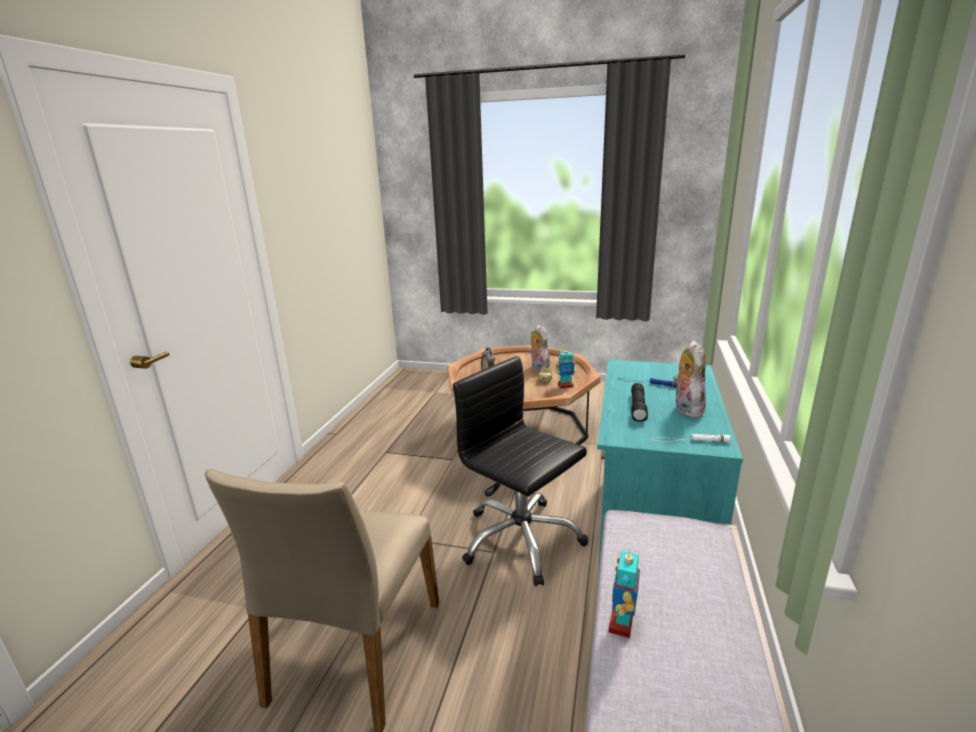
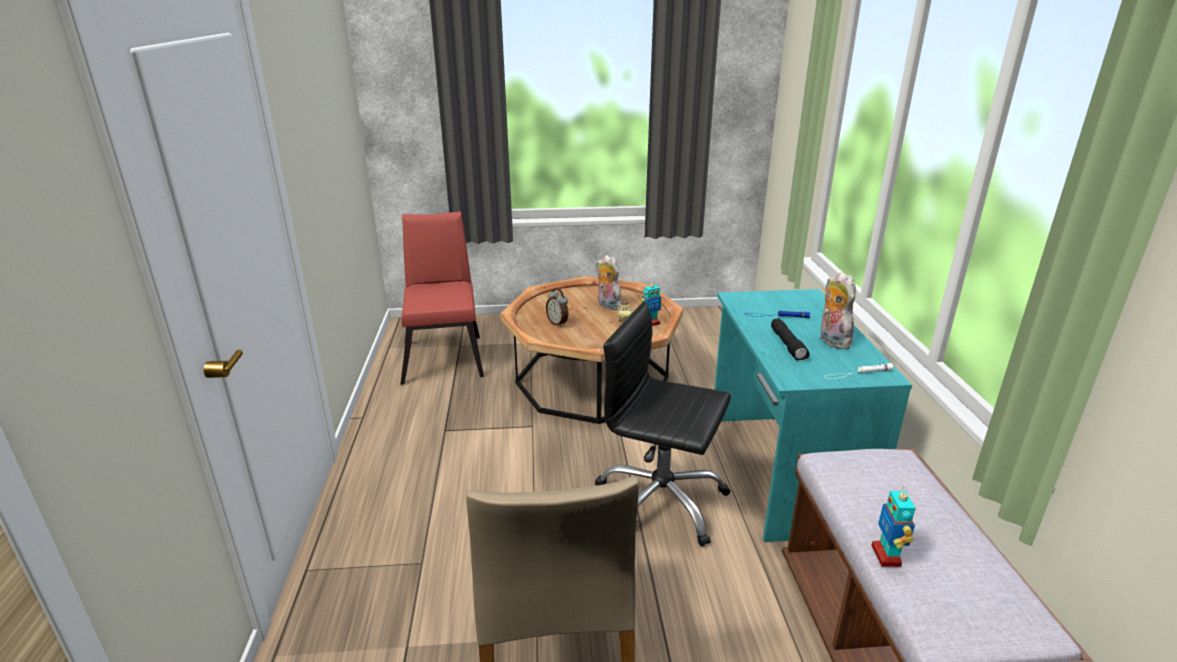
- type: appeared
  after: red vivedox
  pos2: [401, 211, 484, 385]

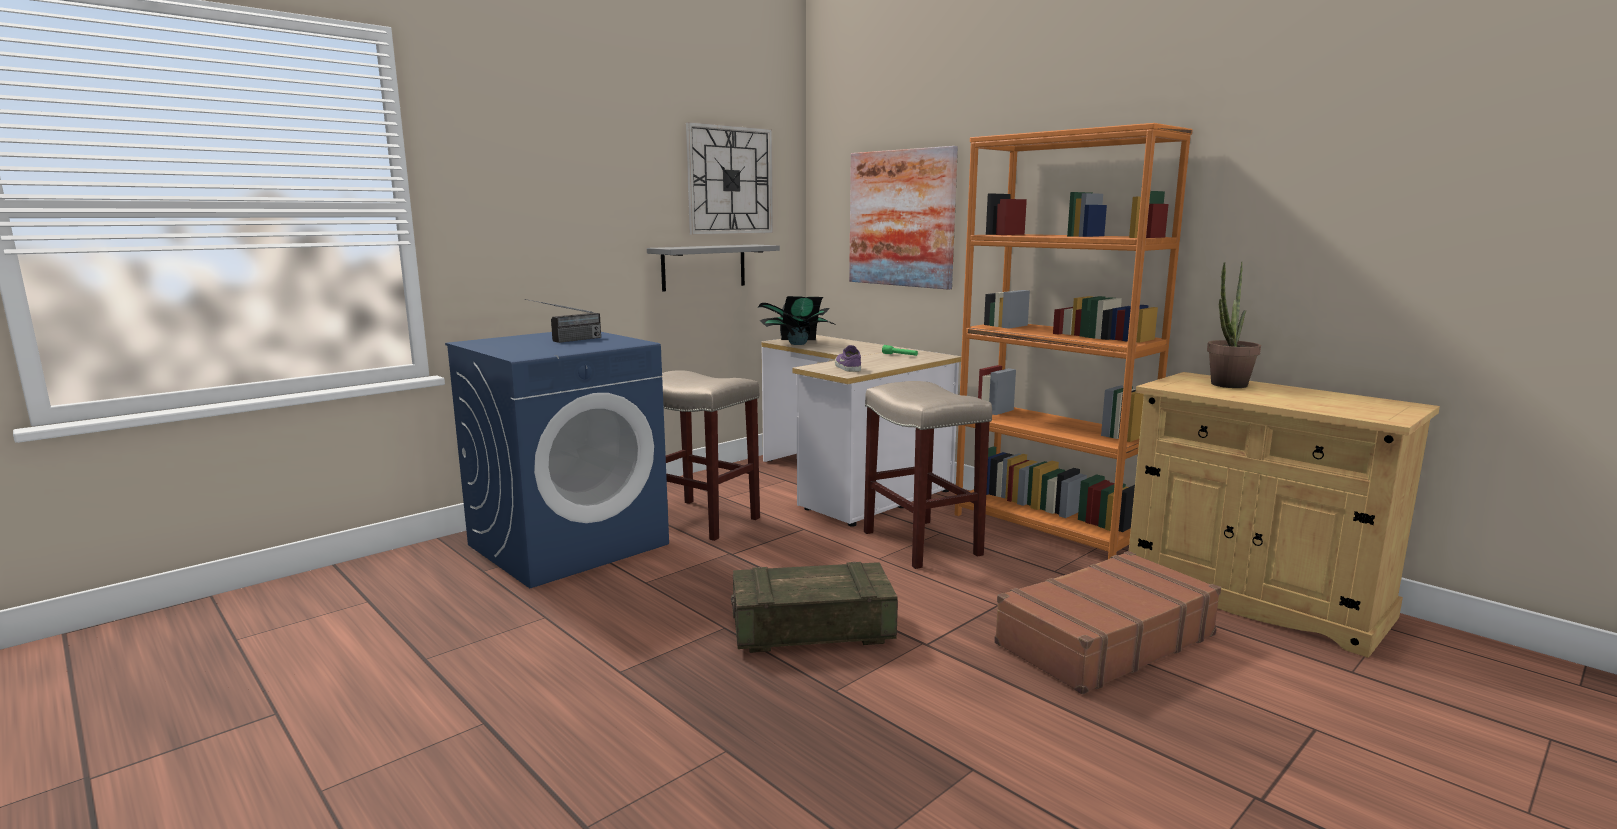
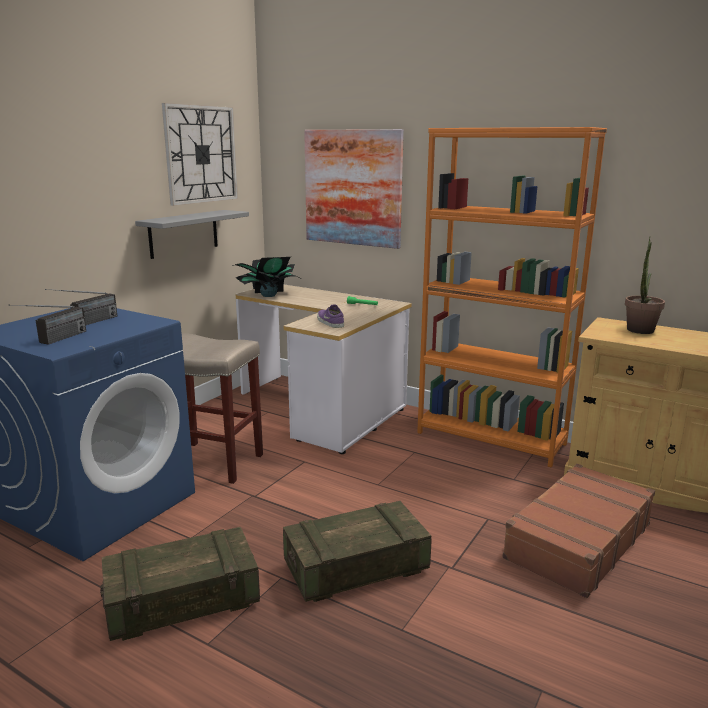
- type: missing
  before: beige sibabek
  pos1: [864, 381, 992, 569]
- type: appeared
  after: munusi
  pos2: [9, 305, 86, 345]
- type: appeared
  after: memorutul
  pos2: [100, 527, 260, 641]

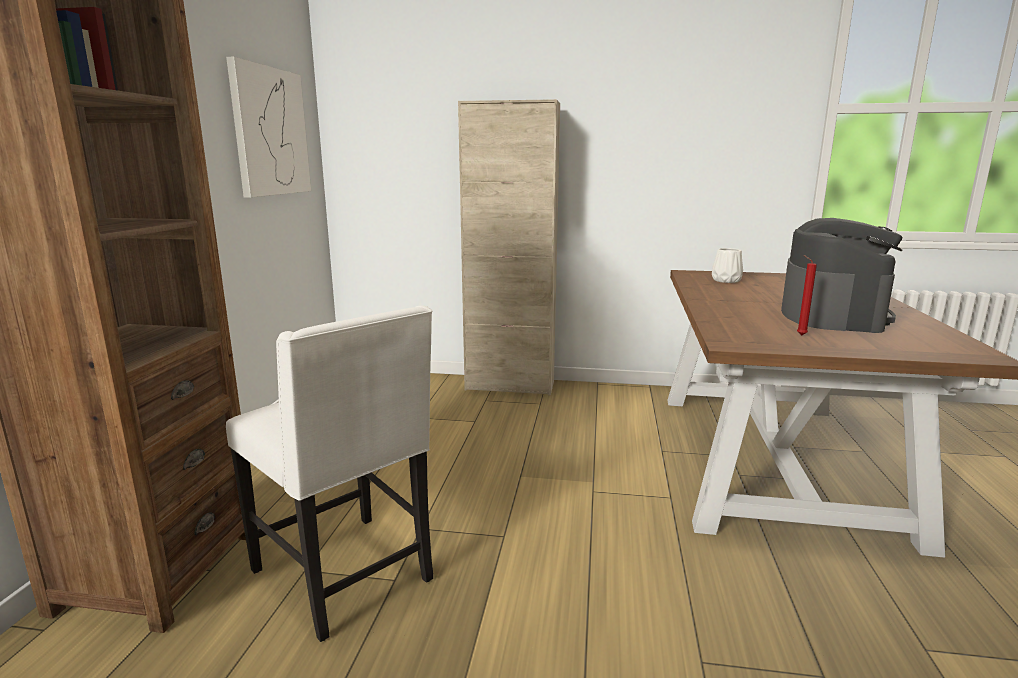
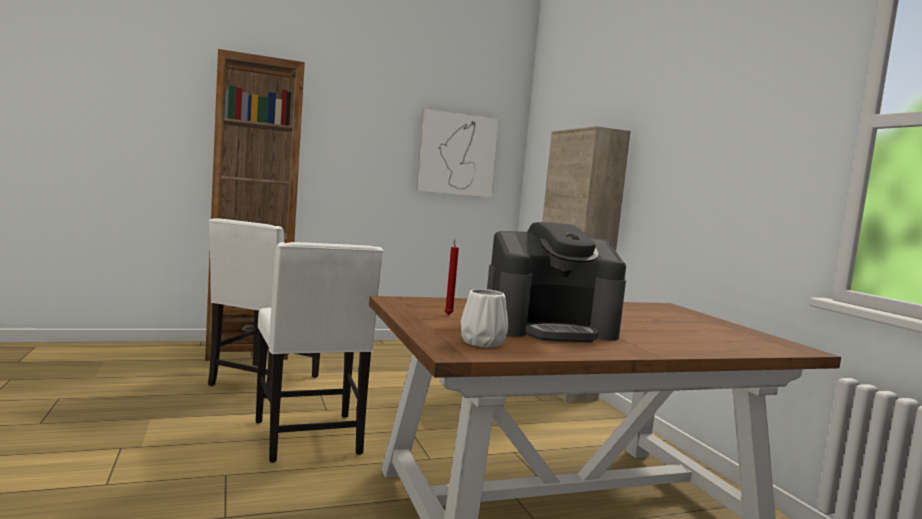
- type: relocated
  before: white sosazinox
  pos1: [712, 248, 743, 283]
  pos2: [460, 289, 508, 348]
- type: appeared
  after: white vivedox
  pos2: [256, 242, 384, 463]

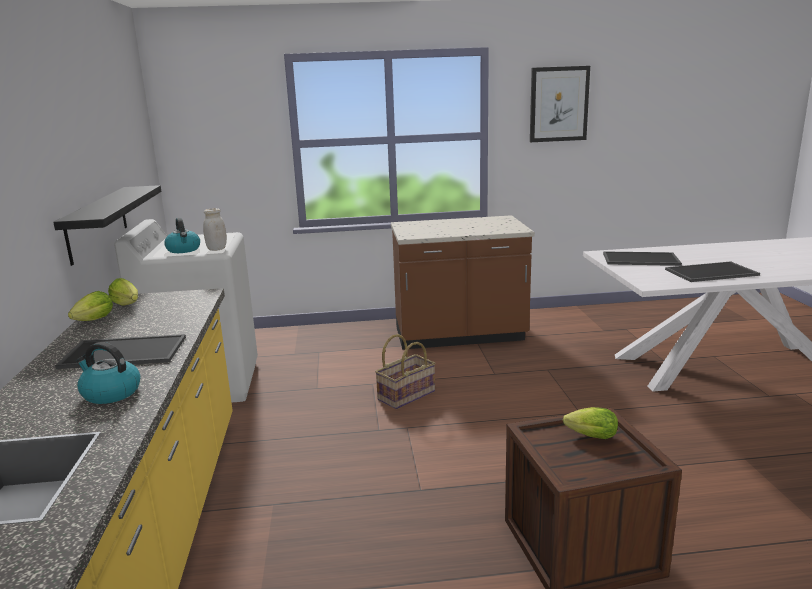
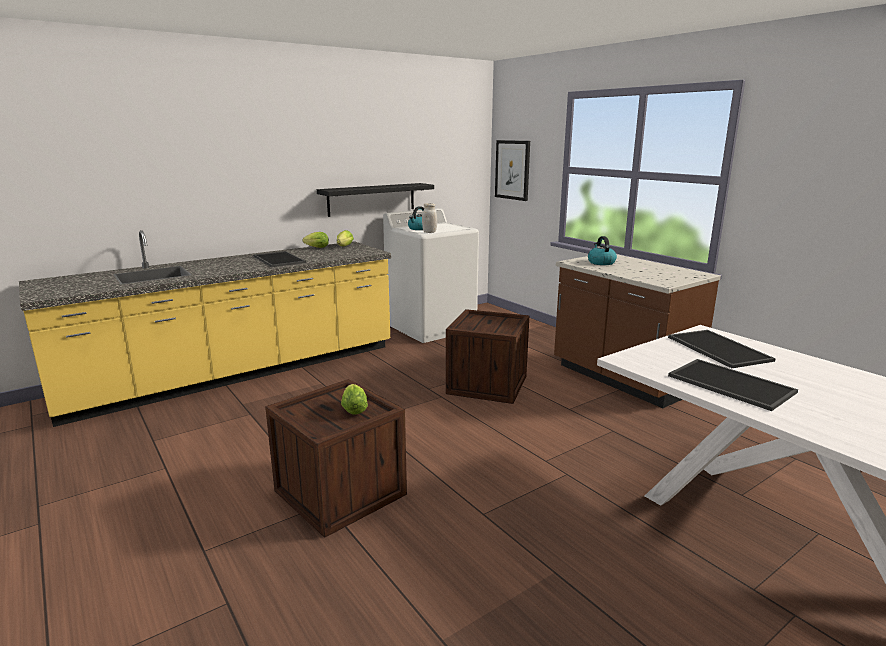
- type: relocated
  before: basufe
  pos1: [76, 342, 141, 404]
  pos2: [588, 236, 617, 265]
- type: exchanged
  before: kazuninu
  after: memorutul
  pos1: [375, 334, 436, 409]
  pos2: [446, 309, 529, 404]
- type: relocated
  before: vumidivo
  pos1: [530, 66, 590, 142]
  pos2: [495, 140, 530, 201]

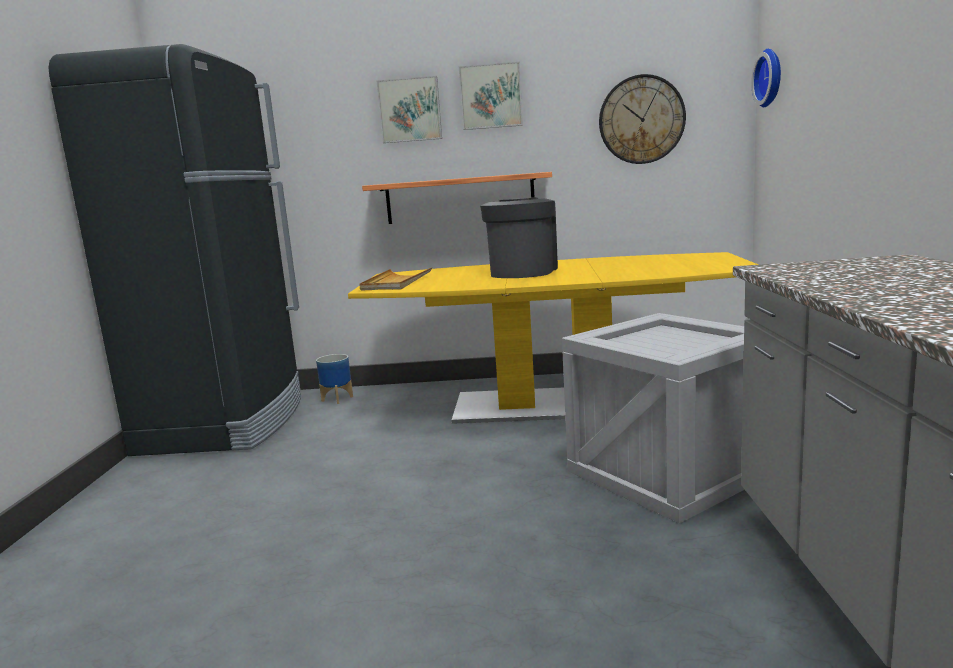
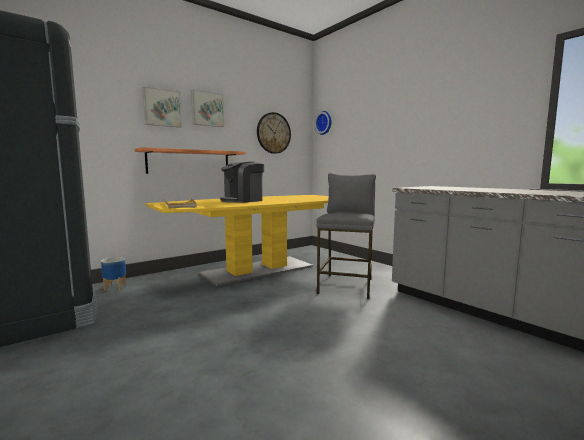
- type: spun
  before: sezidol
  pos1: [480, 197, 558, 278]
  pos2: [220, 162, 264, 203]
  turn: -105
- type: exchanged
  before: memorutul
  after: grey sibabek
  pos1: [562, 313, 745, 524]
  pos2: [316, 173, 376, 299]

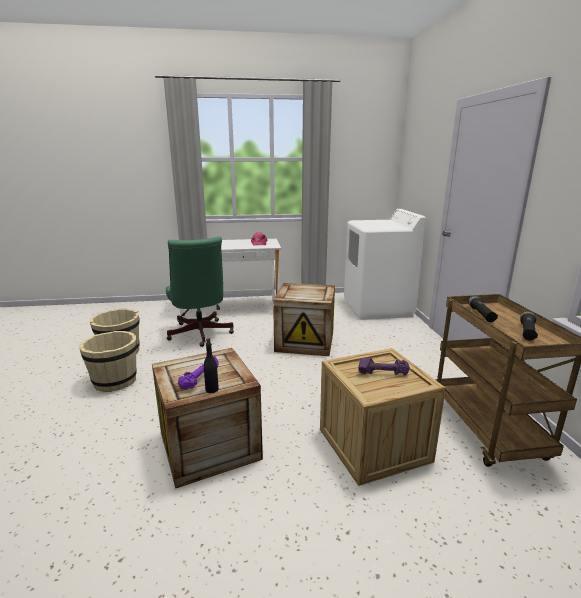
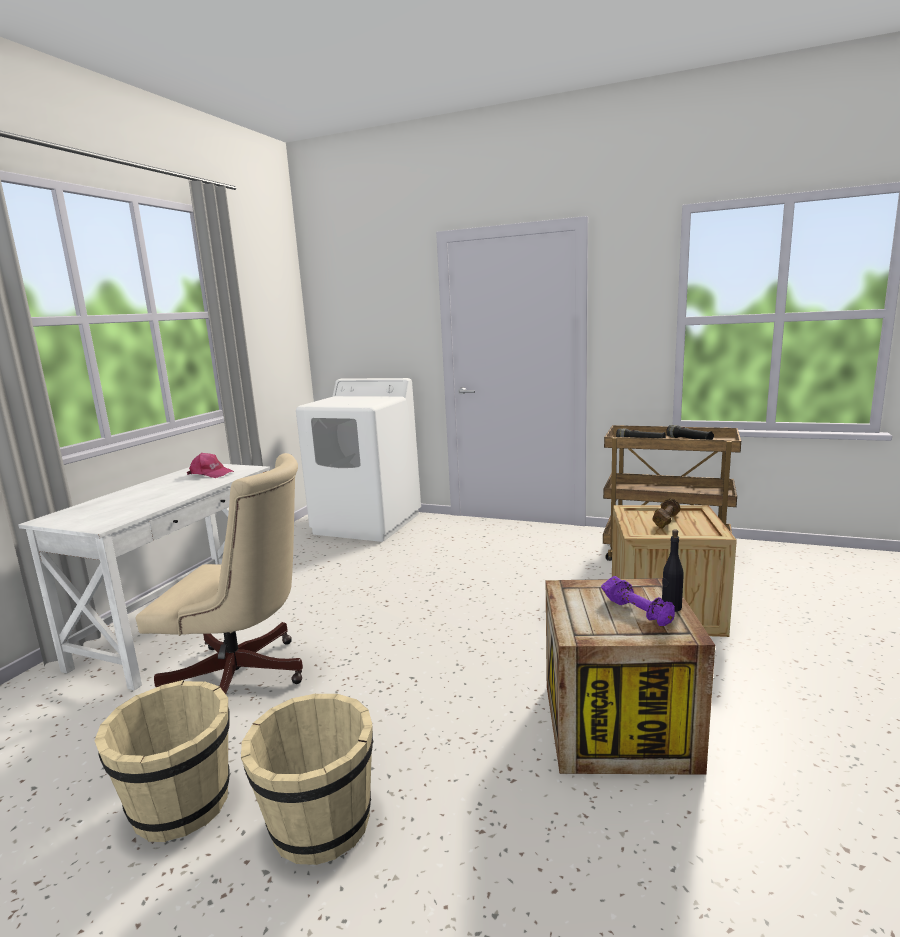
- type: colour
  before: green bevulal
  after: beige bevulal
  pos1: [166, 236, 234, 347]
  pos2: [136, 453, 303, 694]
- type: missing
  before: memorutul
  pos1: [273, 283, 335, 356]
- type: colour
  before: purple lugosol
  after: brown lugosol
  pos1: [358, 357, 410, 375]
  pos2: [653, 499, 680, 528]

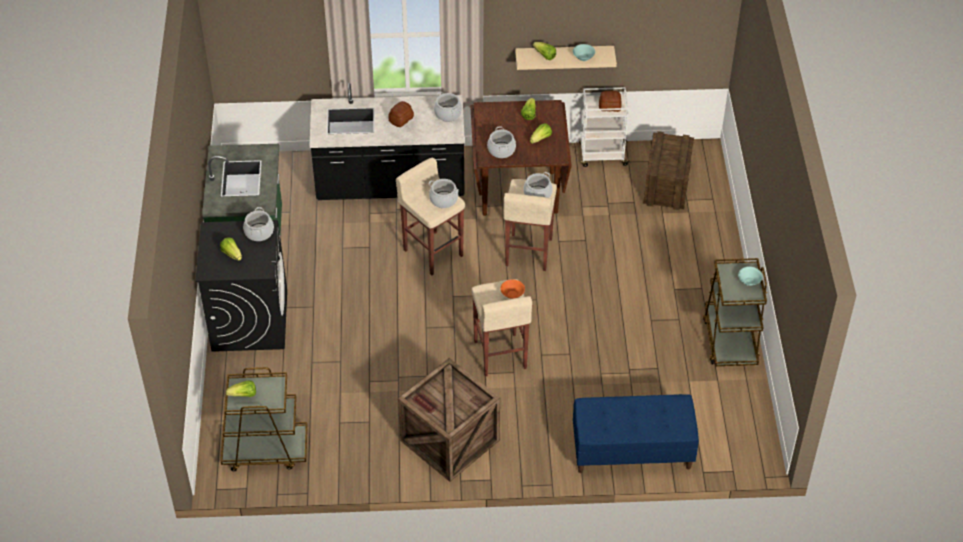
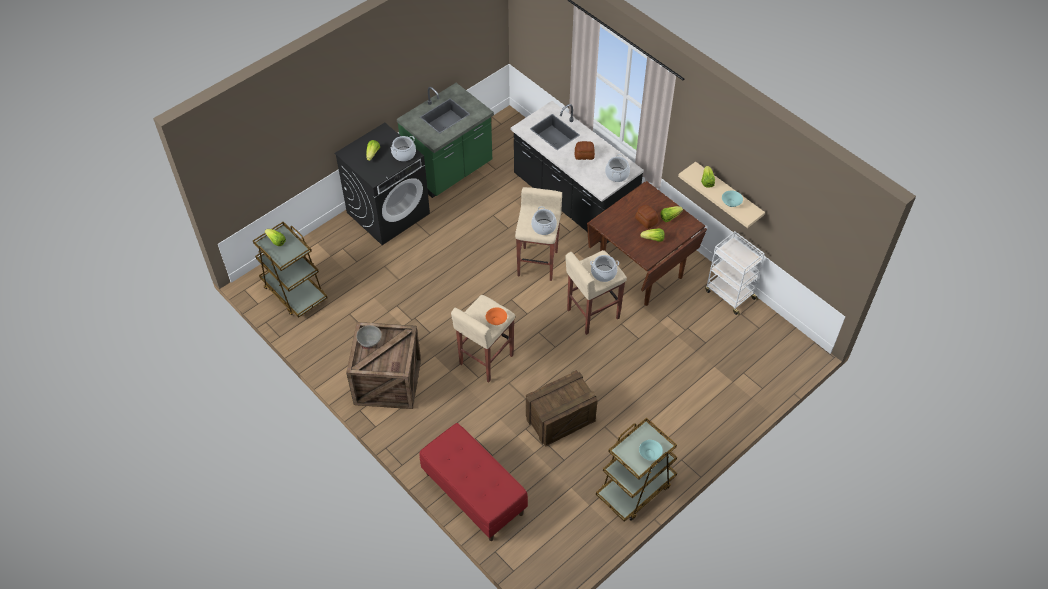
- type: missing
  before: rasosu
  pos1: [487, 126, 516, 158]
- type: colour
  before: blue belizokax
  after: red belizokax
  pos1: [573, 394, 699, 473]
  pos2: [419, 423, 528, 541]
- type: relocated
  before: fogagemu
  pos1: [599, 91, 621, 112]
  pos2: [635, 205, 658, 229]
- type: relocated
  before: memorutul
  pos1: [643, 131, 694, 210]
  pos2: [526, 370, 598, 446]
- type: appeared
  after: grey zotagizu
  pos2: [356, 325, 382, 348]

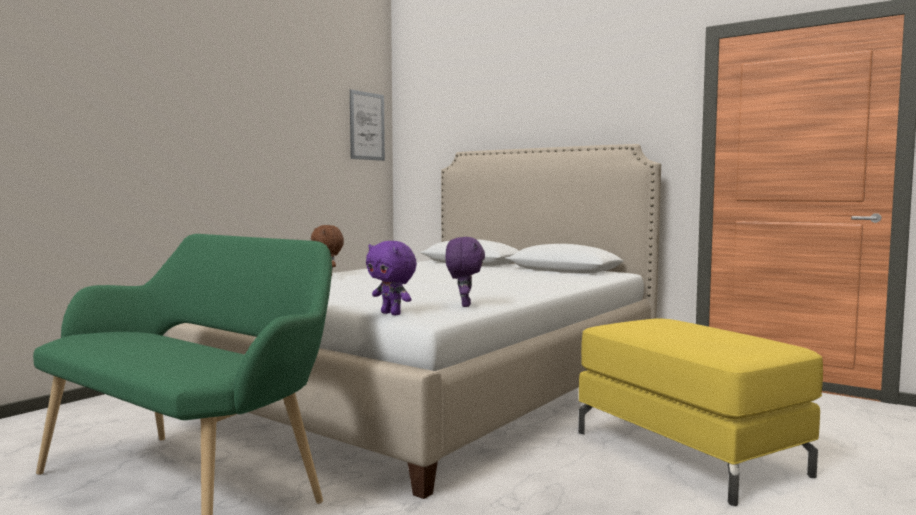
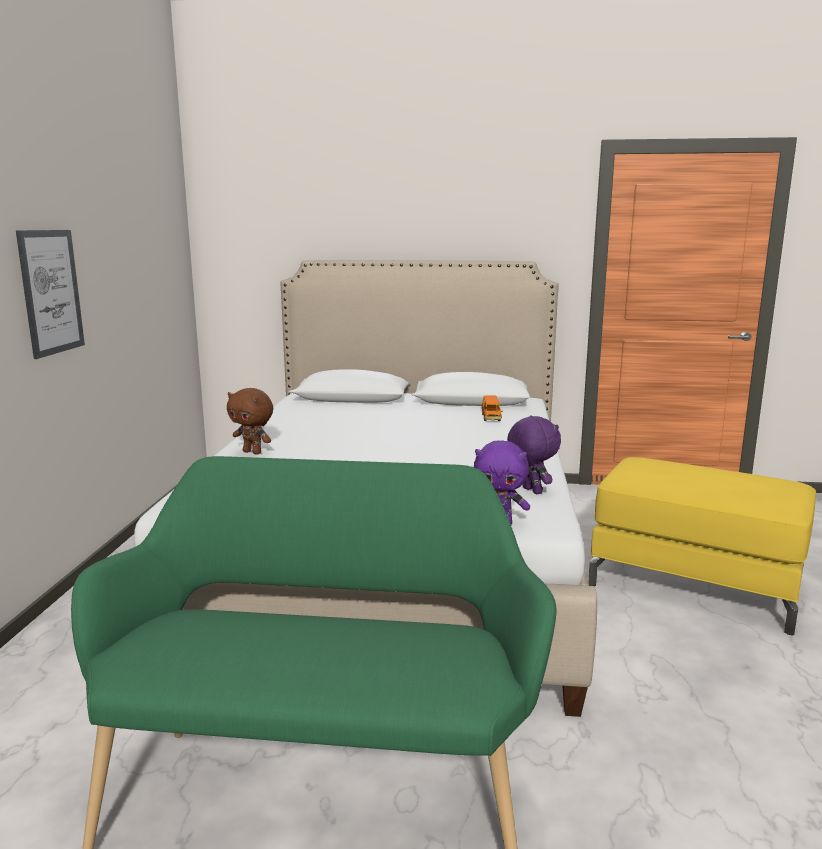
- type: relocated
  before: vumidivo
  pos1: [350, 90, 385, 161]
  pos2: [16, 230, 85, 359]
- type: appeared
  after: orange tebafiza
  pos2: [481, 396, 503, 421]

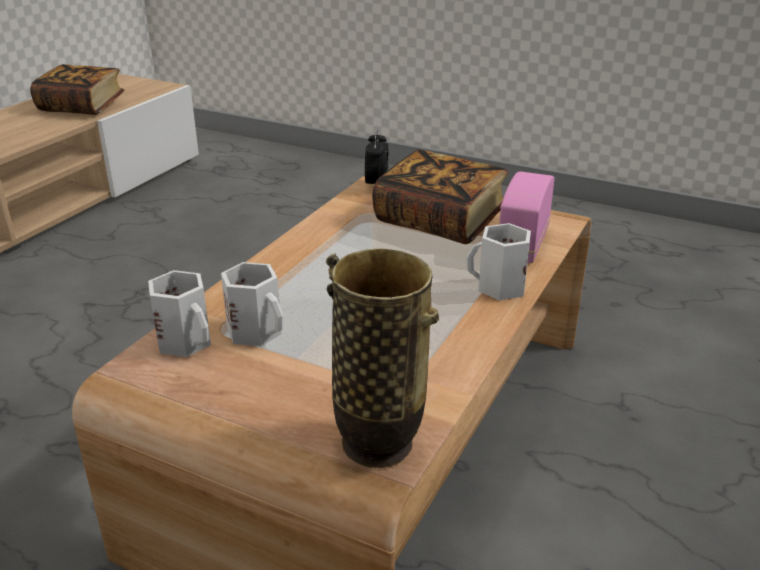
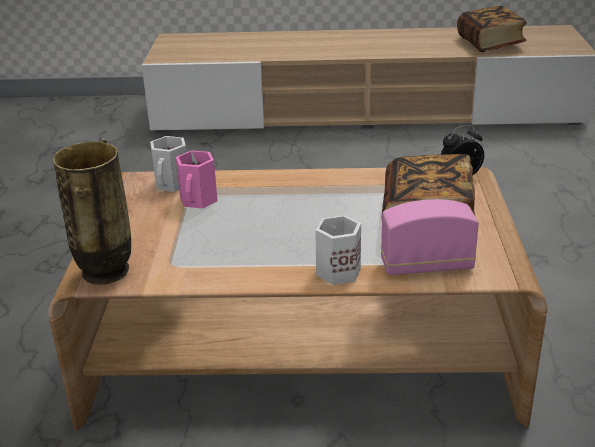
- type: colour
  before: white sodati
  after: pink sodati
  pos1: [221, 262, 283, 346]
  pos2: [176, 150, 218, 208]

